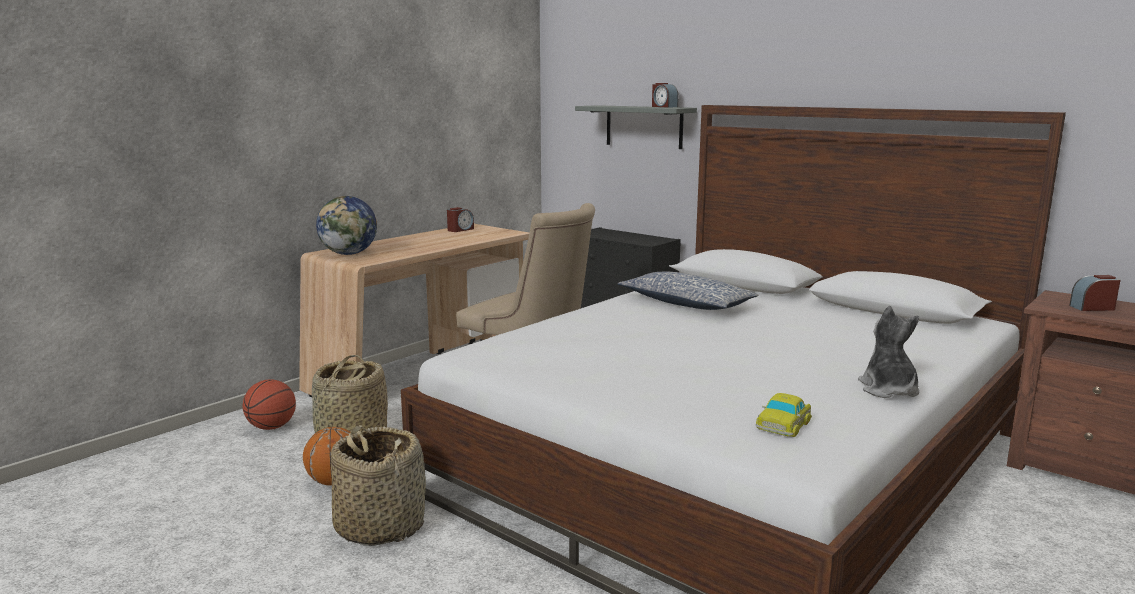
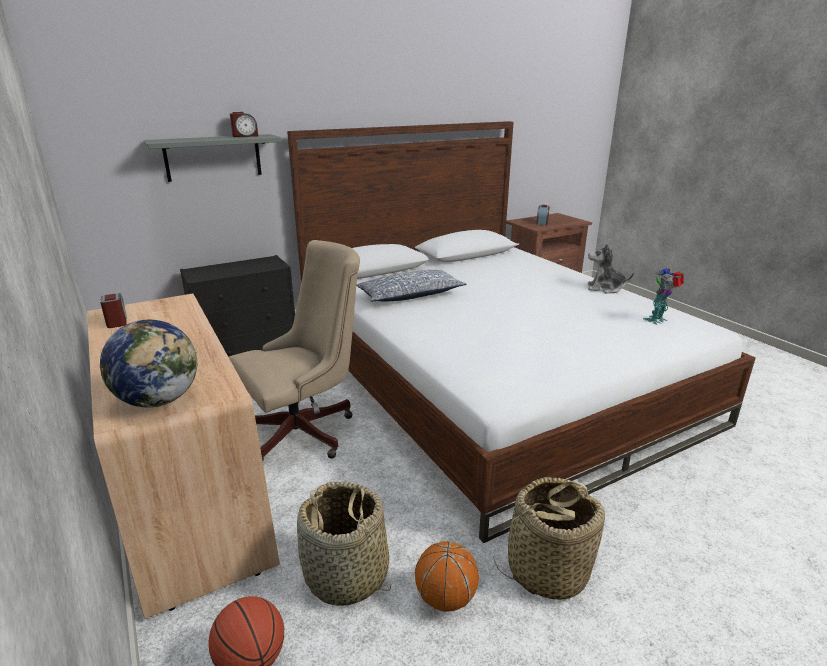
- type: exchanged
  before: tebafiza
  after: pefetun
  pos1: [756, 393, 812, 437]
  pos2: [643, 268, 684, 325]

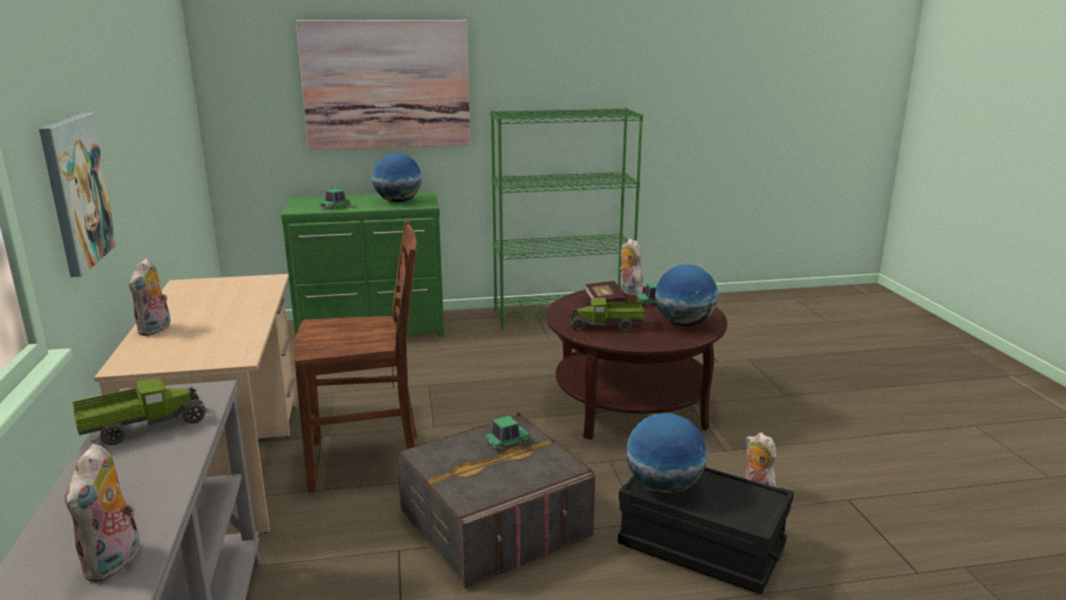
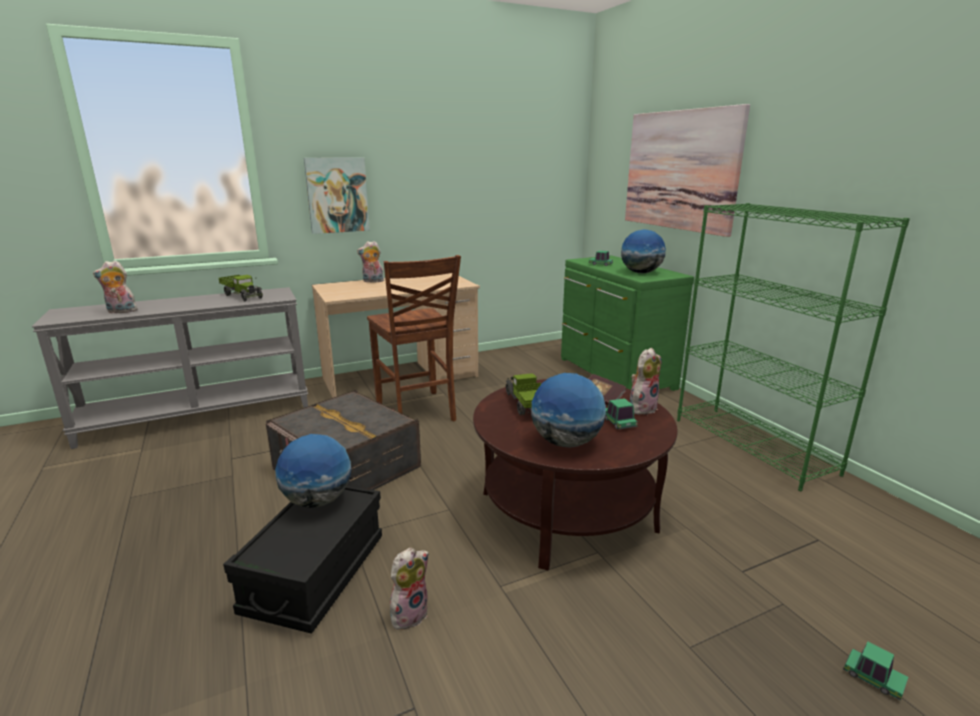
- type: relocated
  before: tebafiza
  pos1: [485, 416, 530, 451]
  pos2: [843, 642, 908, 700]

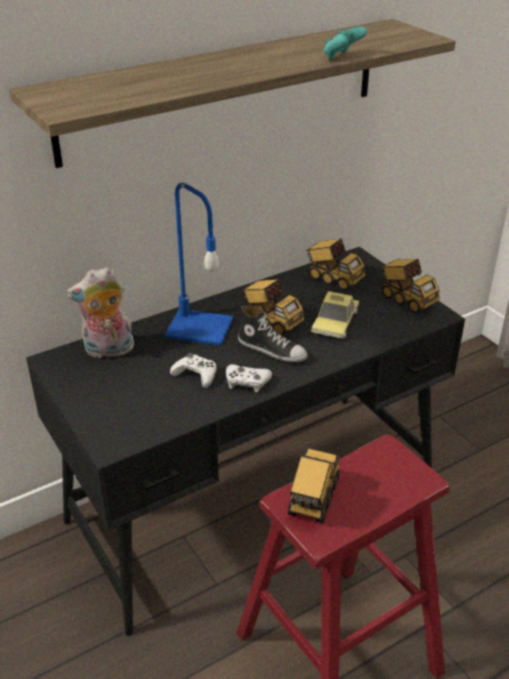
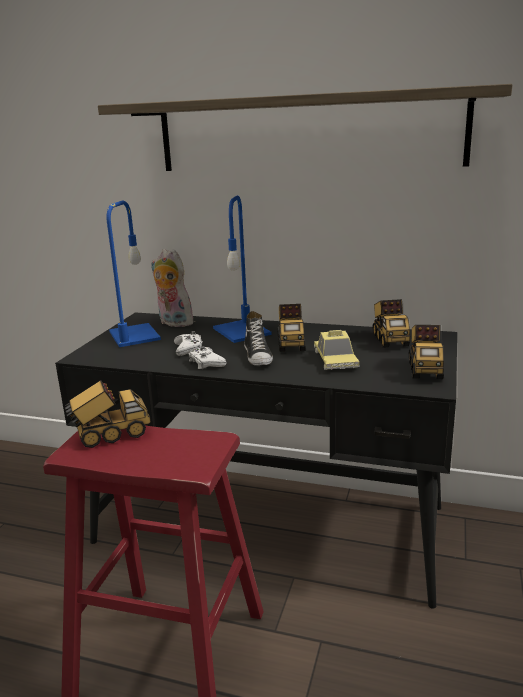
- type: spun
  before: tebafiza
  pos1: [311, 291, 359, 339]
  pos2: [314, 330, 360, 370]
  turn: -75
- type: missing
  before: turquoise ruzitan
  pos1: [324, 26, 367, 60]
- type: appeared
  after: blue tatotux
  pos2: [106, 201, 161, 347]

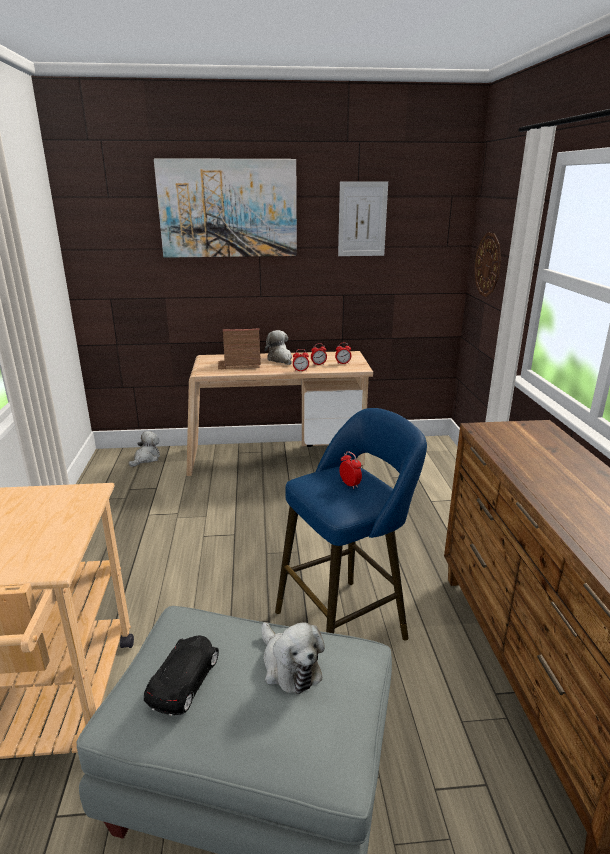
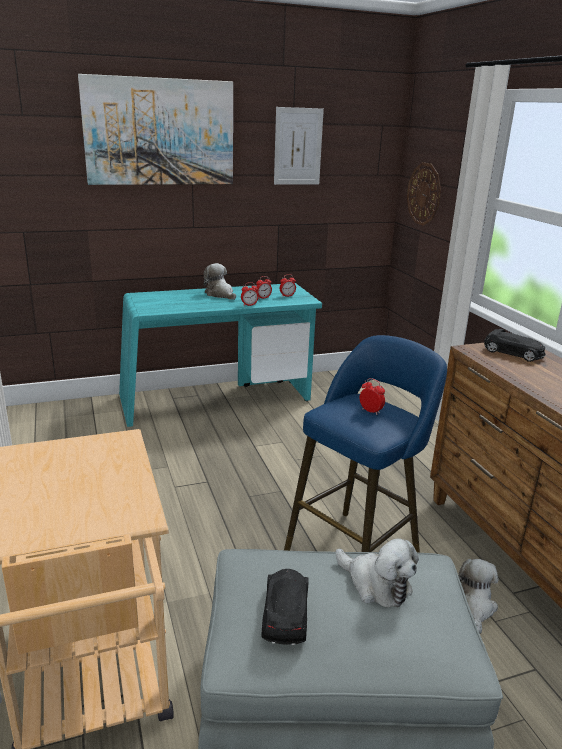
- type: relocated
  before: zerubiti
  pos1: [129, 431, 160, 467]
  pos2: [458, 559, 499, 634]
- type: colour
  before: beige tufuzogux
  after: turquoise tufuzogux
  pos1: [186, 351, 373, 476]
  pos2: [119, 283, 322, 427]
- type: missing
  before: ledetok
  pos1: [218, 328, 261, 369]
- type: appeared
  after: black tebafiza
  pos2: [484, 329, 546, 362]

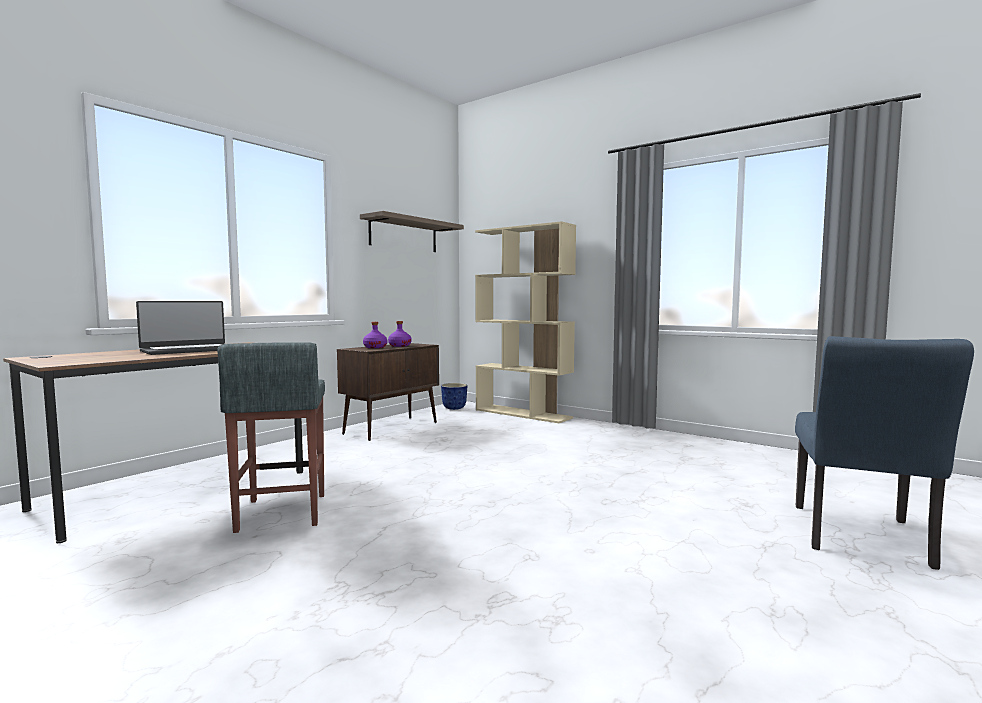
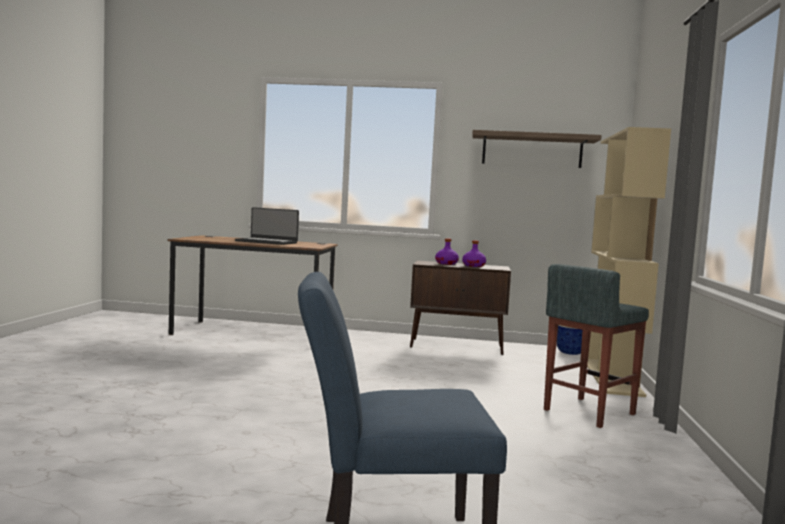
- type: relocated
  before: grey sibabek
  pos1: [217, 342, 325, 533]
  pos2: [544, 264, 649, 428]

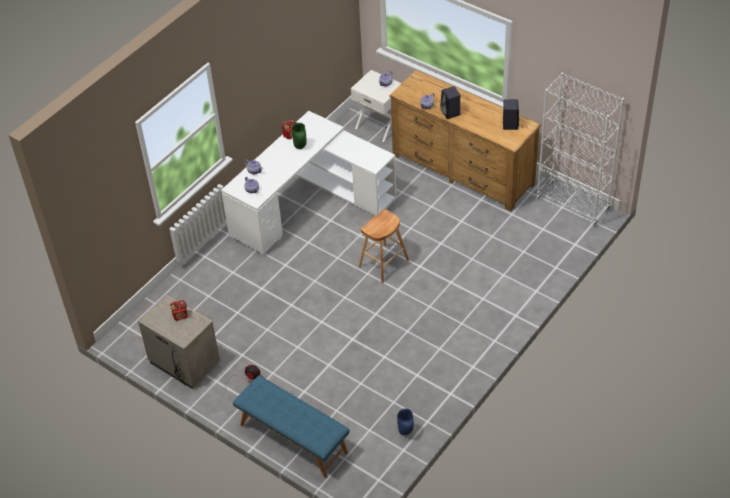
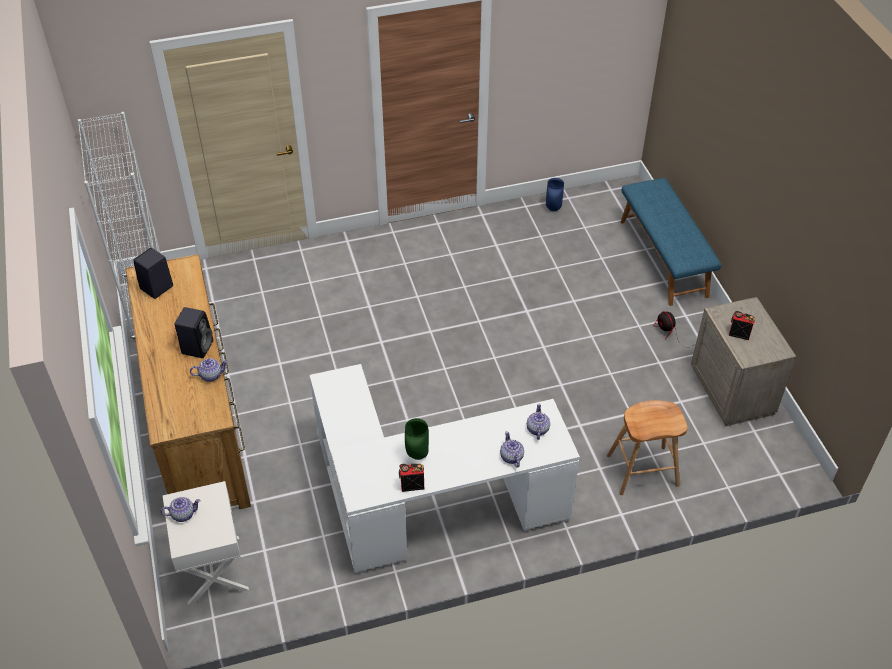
- type: relocated
  before: brown sibabek
  pos1: [358, 209, 409, 283]
  pos2: [607, 400, 687, 495]

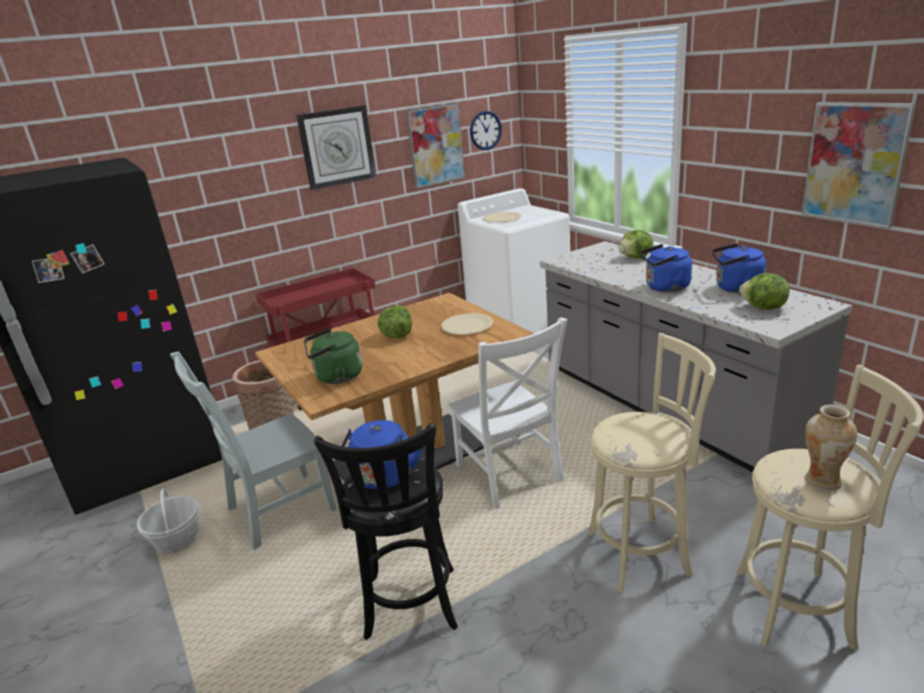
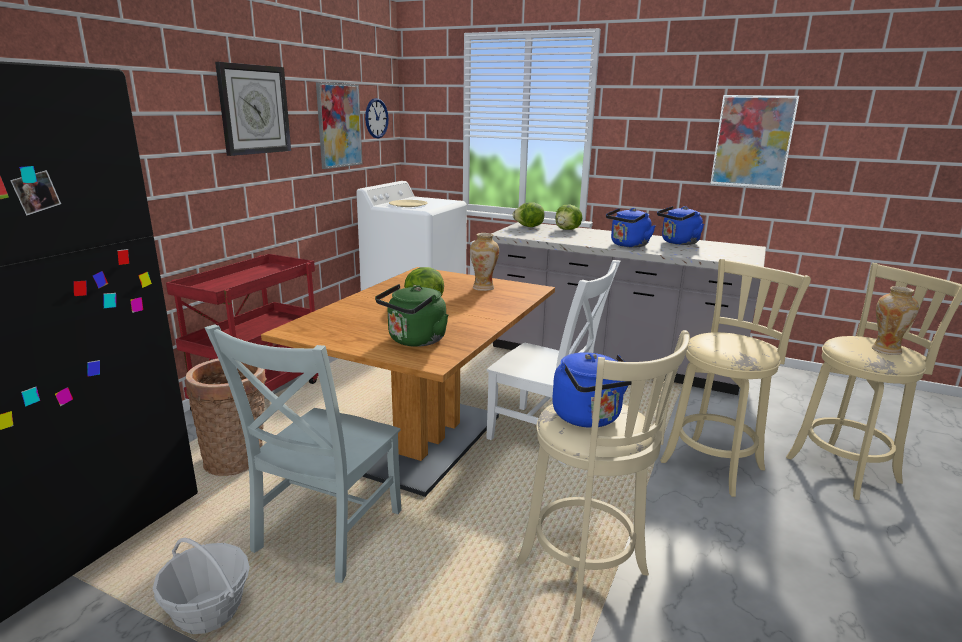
- type: colour
  before: black sibabek
  after: beige sibabek
  pos1: [314, 423, 458, 640]
  pos2: [516, 330, 690, 620]
- type: exchanged
  before: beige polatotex
  after: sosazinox
  pos1: [441, 313, 493, 335]
  pos2: [470, 233, 499, 291]
- type: relocated
  before: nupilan
  pos1: [739, 273, 790, 310]
  pos2: [513, 202, 544, 227]

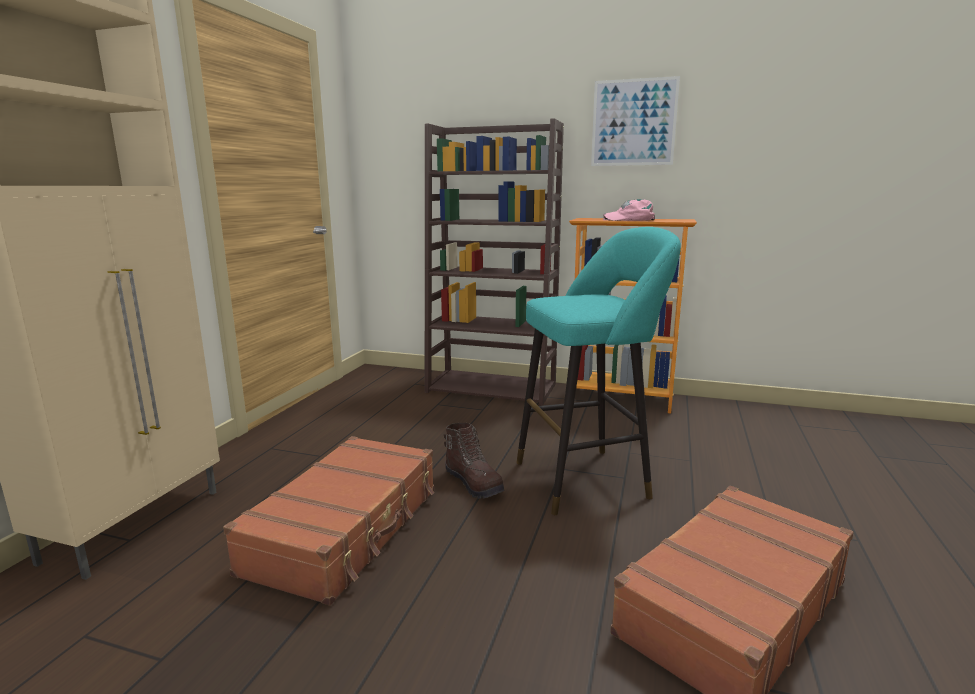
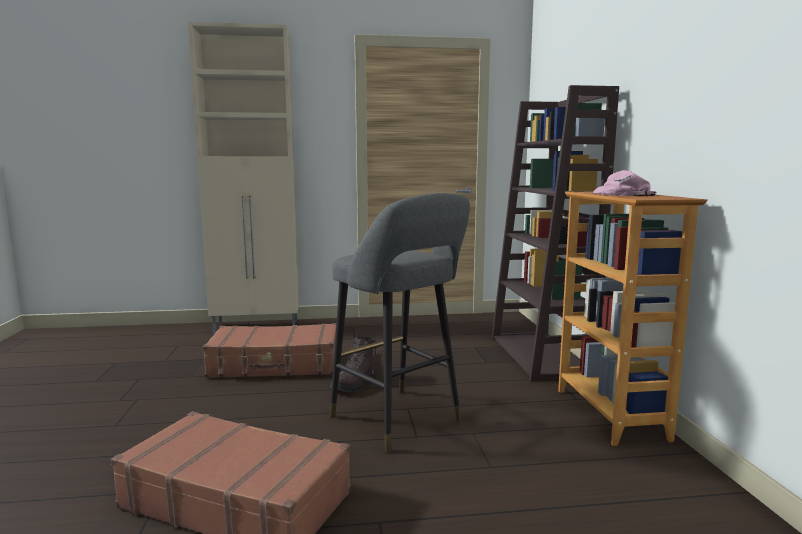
- type: colour
  before: turquoise sibabek
  after: grey sibabek
  pos1: [516, 227, 681, 515]
  pos2: [330, 193, 470, 453]
- type: missing
  before: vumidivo
  pos1: [591, 76, 680, 166]

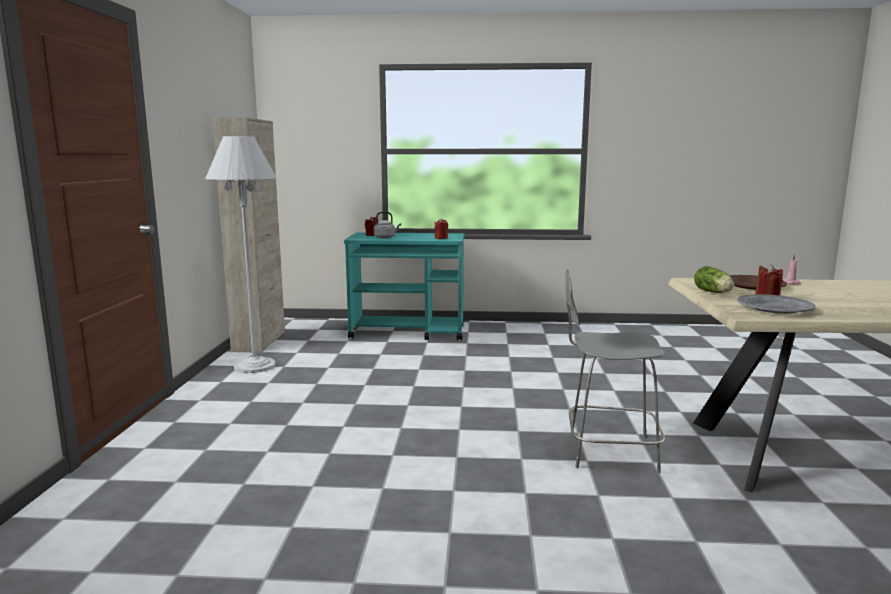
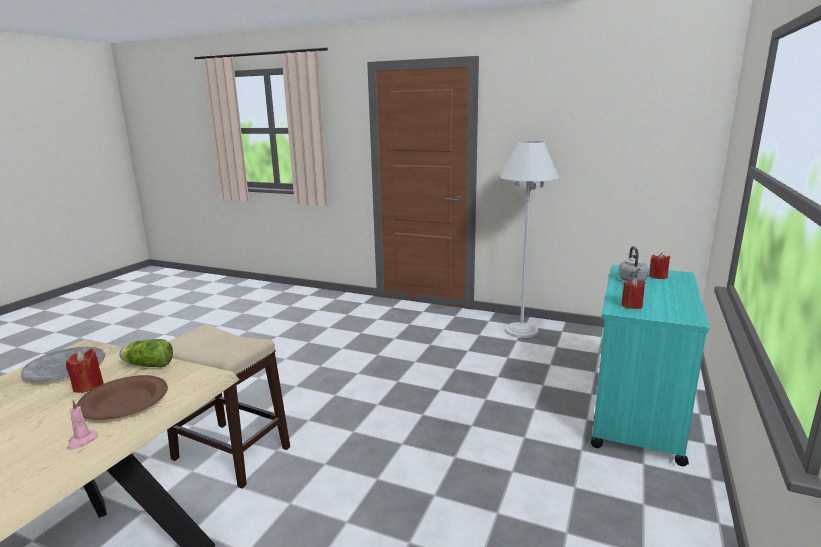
- type: missing
  before: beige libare
  pos1: [212, 117, 285, 353]
- type: exchanged
  before: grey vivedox
  after: sibabek
  pos1: [565, 269, 665, 473]
  pos2: [167, 324, 290, 489]

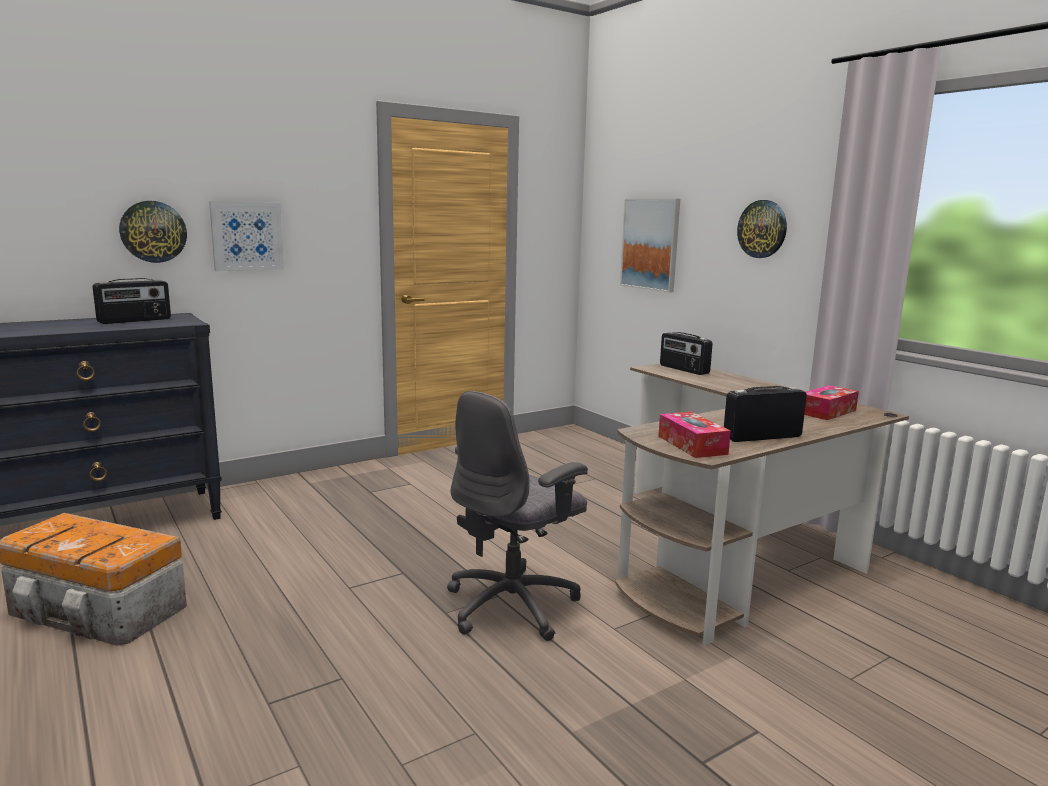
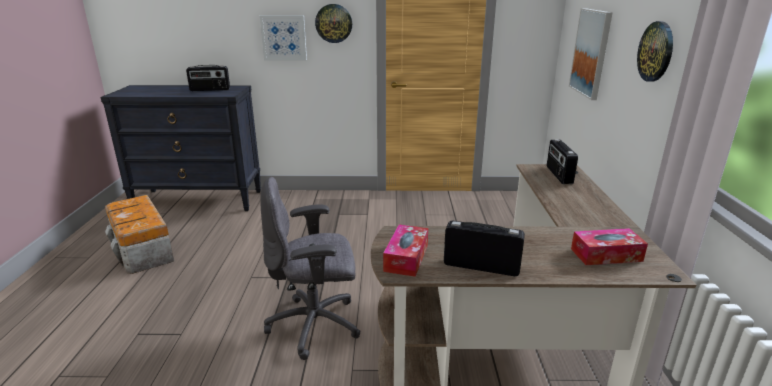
- type: relocated
  before: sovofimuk
  pos1: [119, 201, 187, 263]
  pos2: [315, 4, 352, 43]

